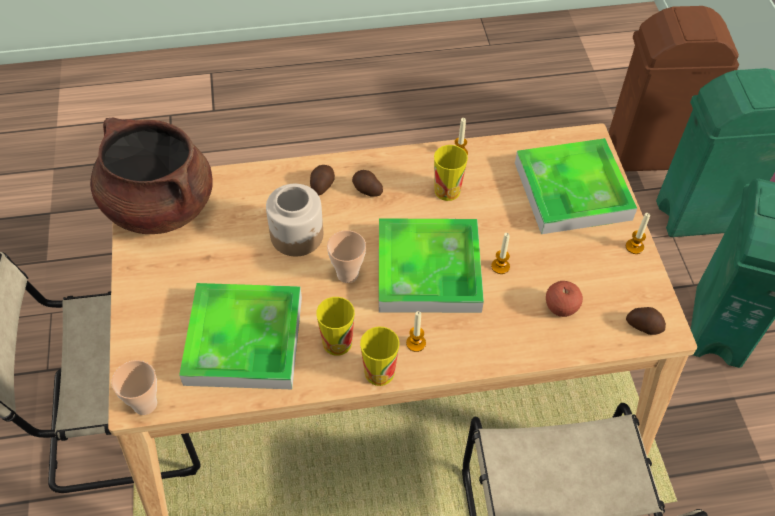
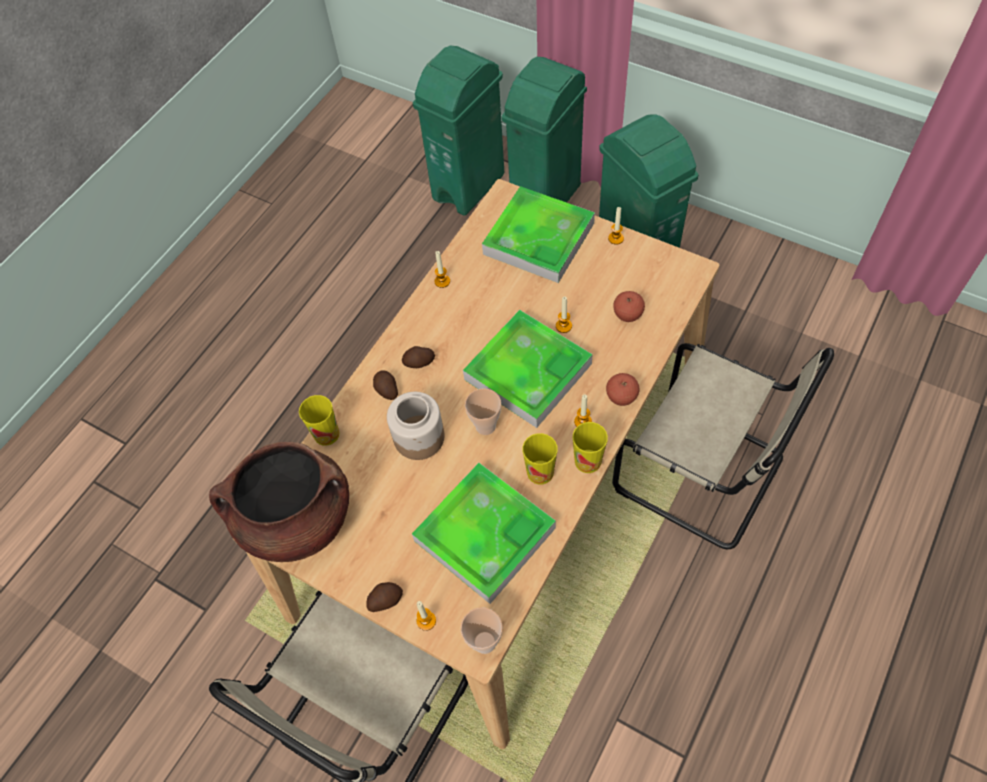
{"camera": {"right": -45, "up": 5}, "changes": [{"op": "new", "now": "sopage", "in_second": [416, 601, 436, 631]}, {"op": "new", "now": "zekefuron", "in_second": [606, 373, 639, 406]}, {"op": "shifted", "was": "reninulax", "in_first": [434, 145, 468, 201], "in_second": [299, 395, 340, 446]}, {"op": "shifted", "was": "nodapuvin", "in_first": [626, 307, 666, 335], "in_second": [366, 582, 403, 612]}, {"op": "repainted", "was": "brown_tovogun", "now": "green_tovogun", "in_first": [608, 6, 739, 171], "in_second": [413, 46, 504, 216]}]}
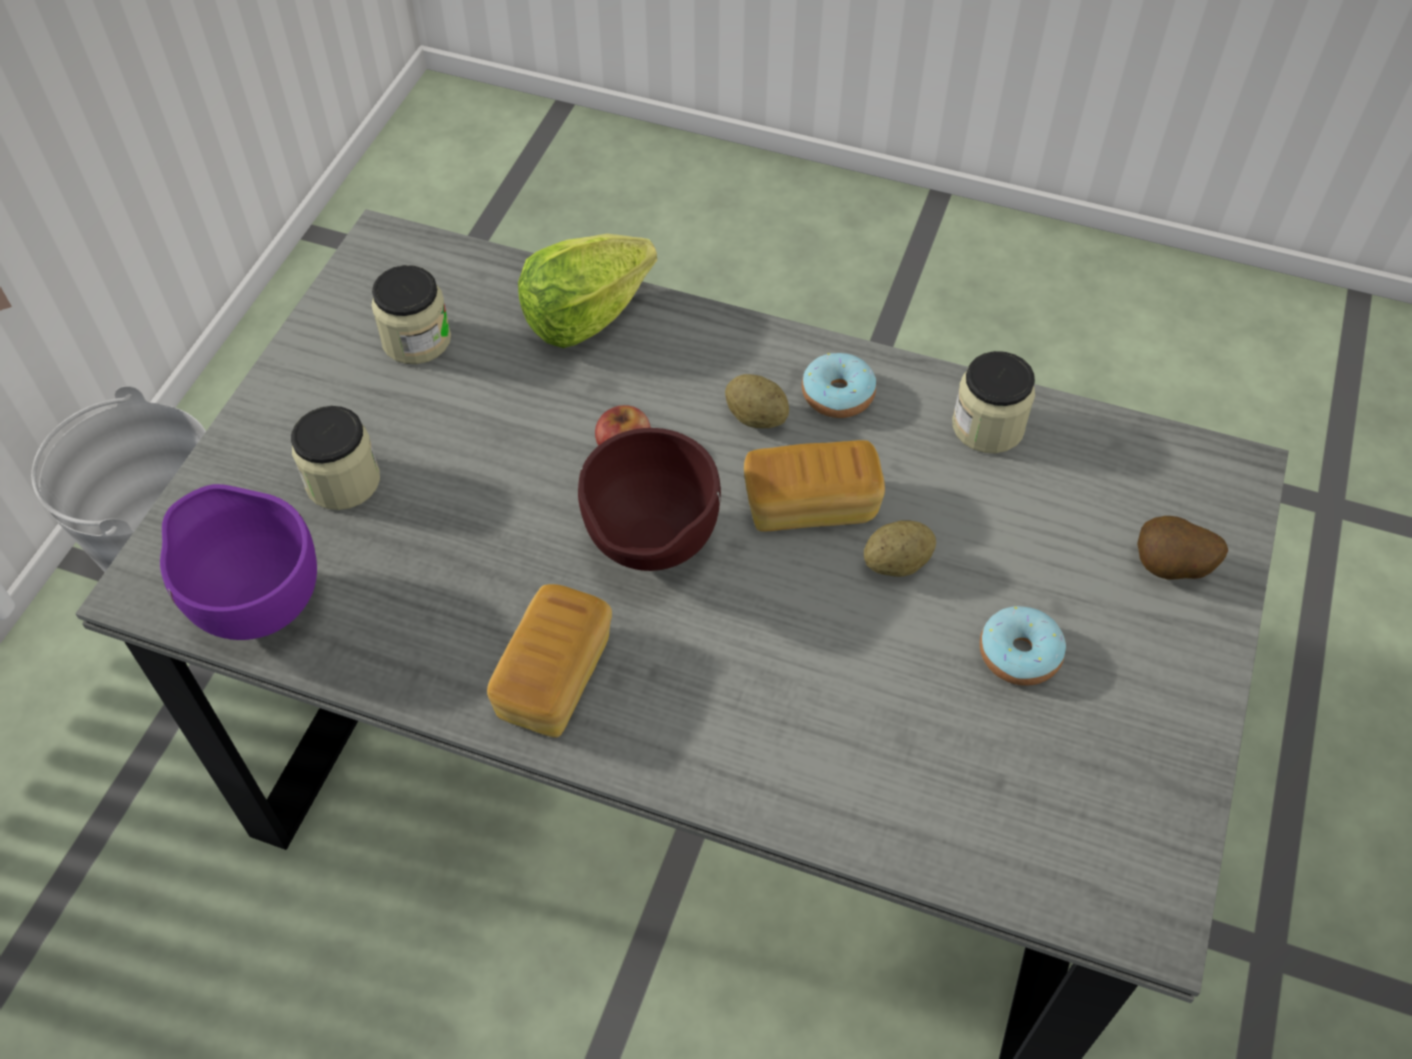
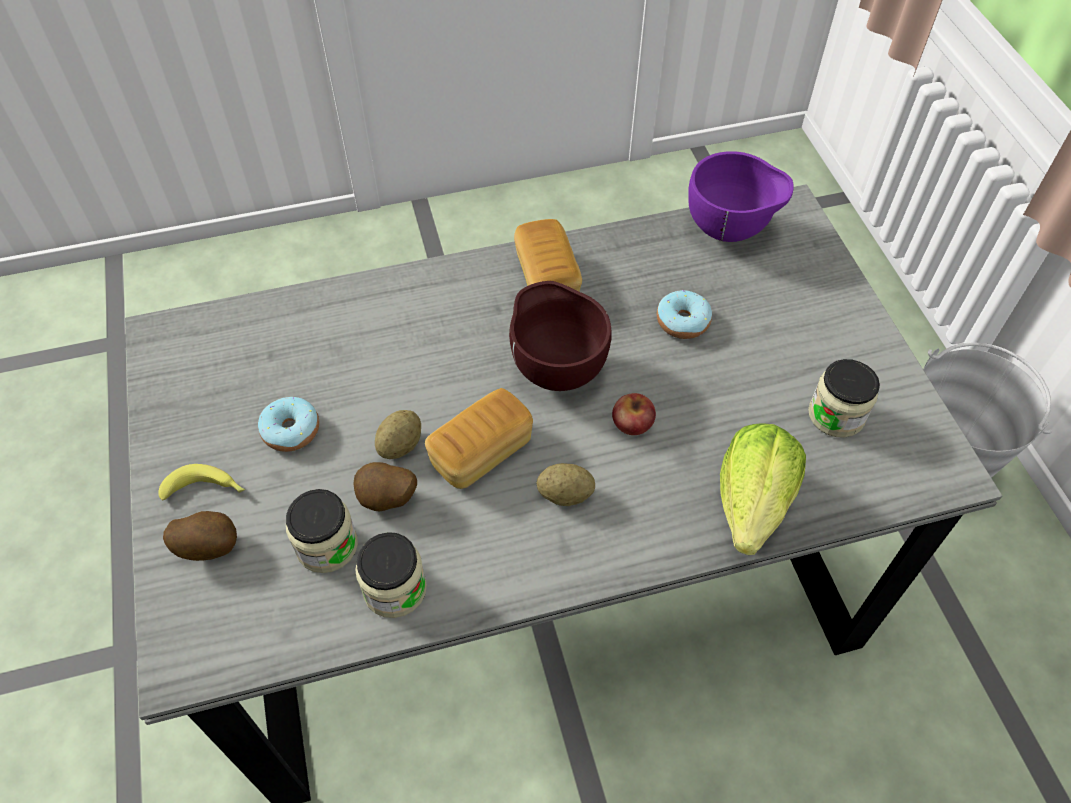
{"camera": {"right": 145, "up": 0}, "changes": [{"op": "new", "now": "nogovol", "in_second": [158, 464, 245, 500]}, {"op": "new", "now": "nodapuvin", "in_second": [353, 462, 417, 512]}, {"op": "shifted", "was": "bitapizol", "in_first": [291, 406, 380, 510], "in_second": [286, 489, 358, 573]}, {"op": "shifted", "was": "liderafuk", "in_first": [802, 353, 876, 418], "in_second": [657, 290, 712, 339]}]}
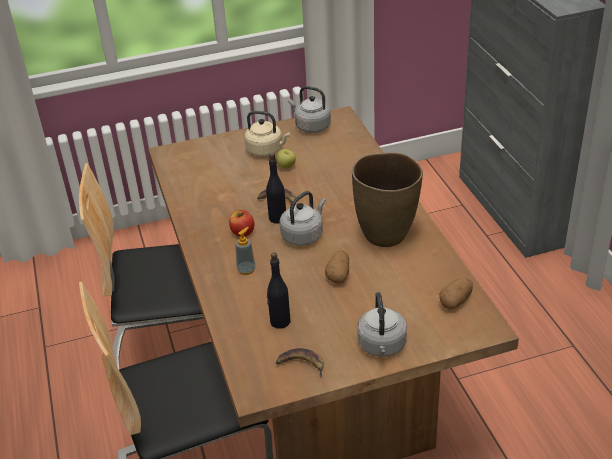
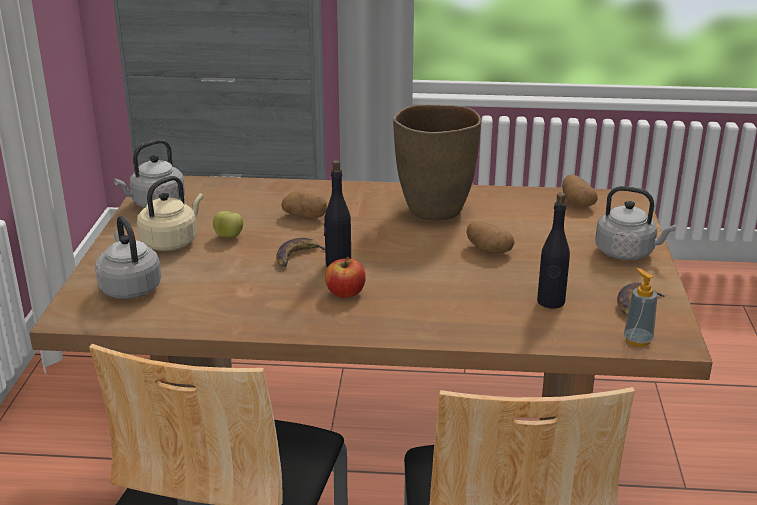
{"camera": {"right": -70, "up": -10}, "changes": [{"op": "new", "now": "nodapuvin", "in_second": [281, 191, 327, 219]}, {"op": "shifted", "was": "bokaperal", "in_first": [235, 227, 256, 275], "in_second": [624, 268, 658, 347]}, {"op": "shifted", "was": "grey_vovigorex", "in_first": [280, 191, 326, 246], "in_second": [95, 216, 161, 299]}]}
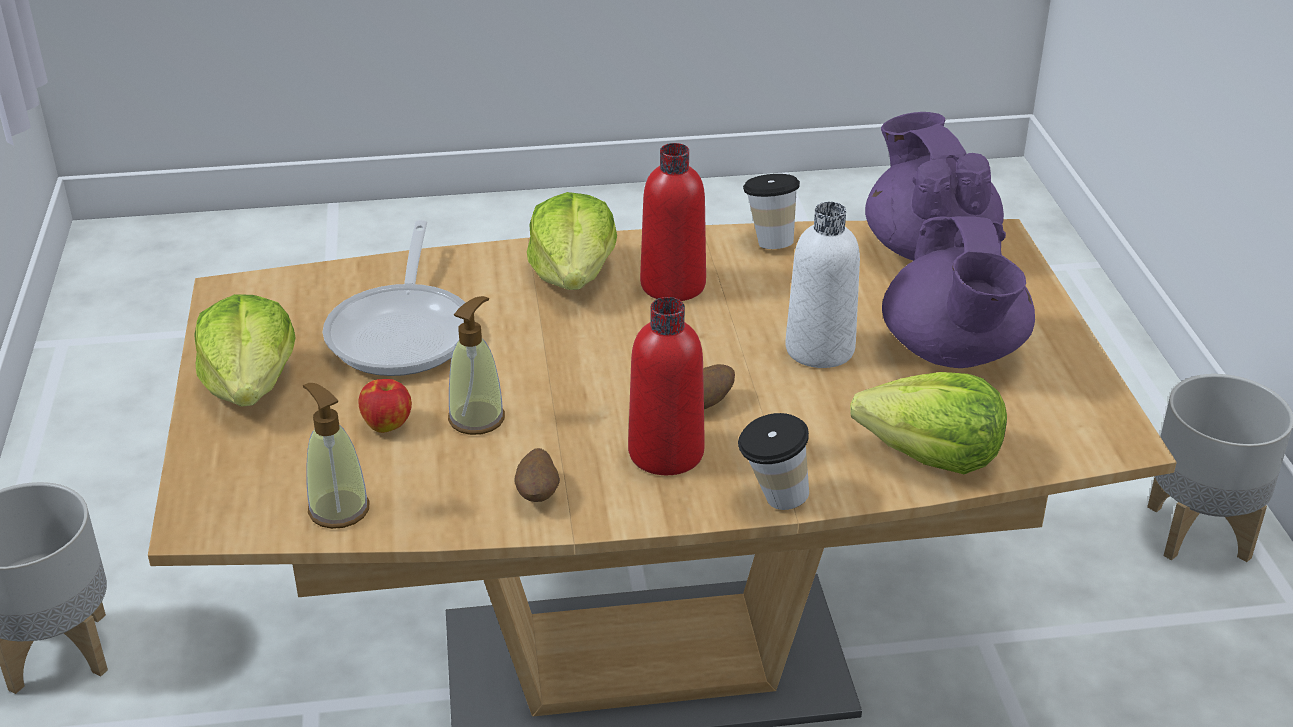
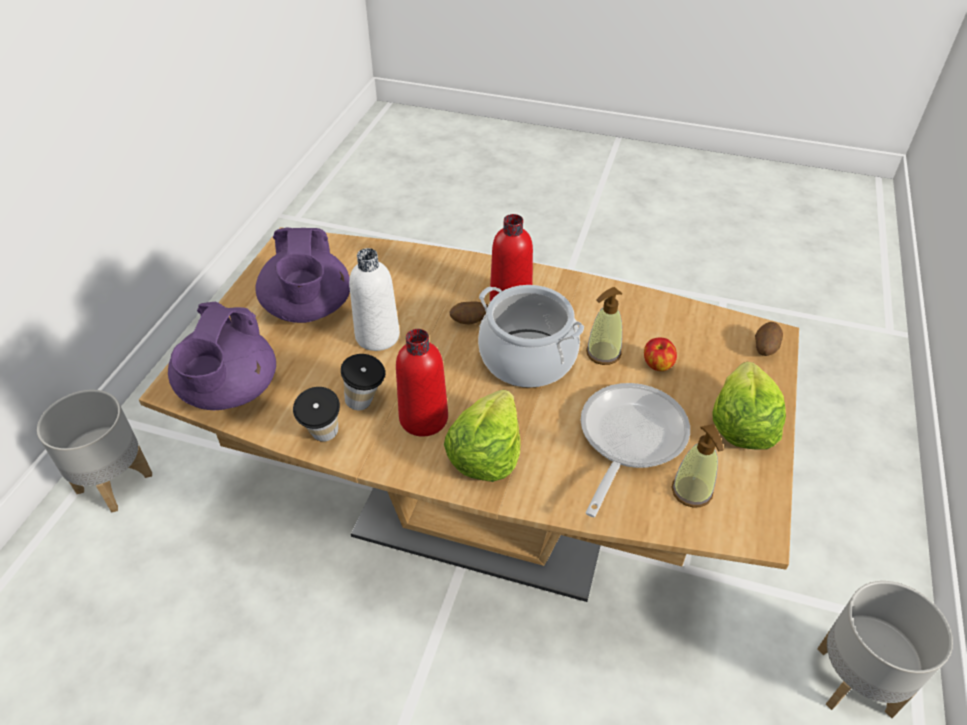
{"camera": {"right": -155, "up": 10}, "changes": [{"op": "gone", "was": "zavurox", "in_first": [850, 372, 1007, 474]}, {"op": "new", "now": "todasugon", "in_second": [478, 285, 584, 388]}, {"op": "shifted", "was": "bokaperal", "in_first": [303, 383, 370, 529], "in_second": [671, 424, 724, 508]}, {"op": "shifted", "was": "nodapuvin", "in_first": [514, 448, 560, 502], "in_second": [755, 322, 783, 356]}, {"op": "shifted", "was": "reninulax", "in_first": [738, 413, 809, 510], "in_second": [341, 354, 385, 410]}, {"op": "rotated", "was": "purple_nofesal", "in_first": [882, 216, 1035, 368], "in_second": [256, 228, 350, 323], "clockwise": 150}]}
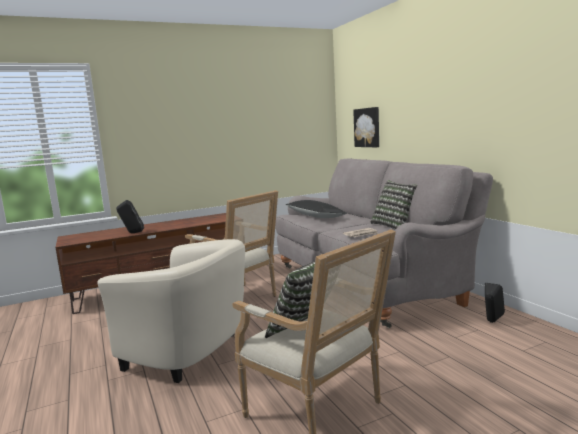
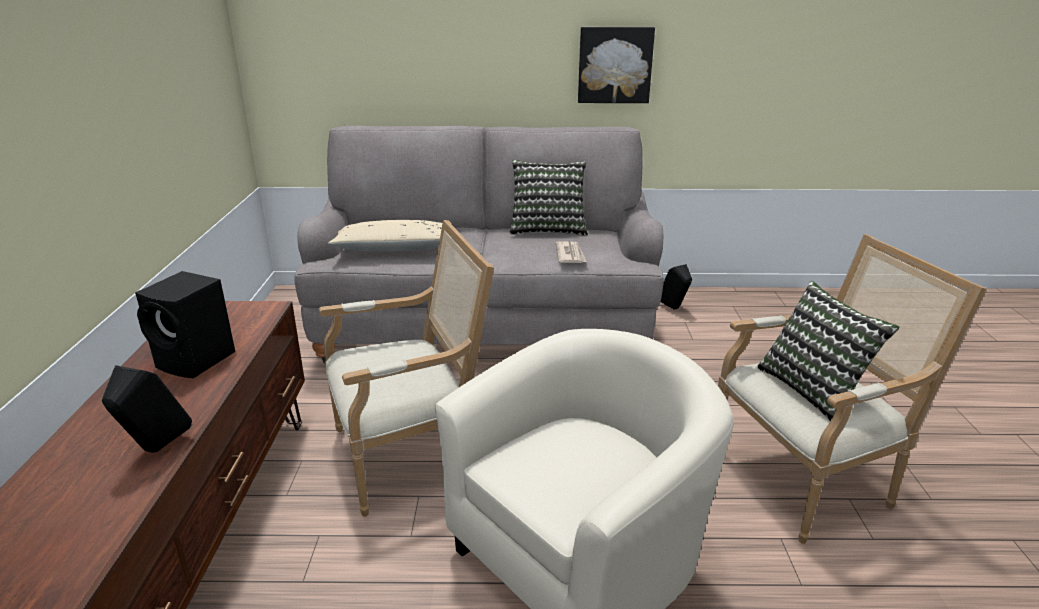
{"camera": {"right": -65, "up": 15}, "changes": [{"op": "new", "now": "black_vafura", "in_second": [135, 271, 235, 378]}, {"op": "shifted", "was": "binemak", "in_first": [353, 107, 379, 147], "in_second": [578, 27, 655, 103]}, {"op": "repainted", "was": "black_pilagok", "now": "beige_pilagok", "in_first": [285, 200, 347, 218], "in_second": [328, 220, 442, 252]}]}
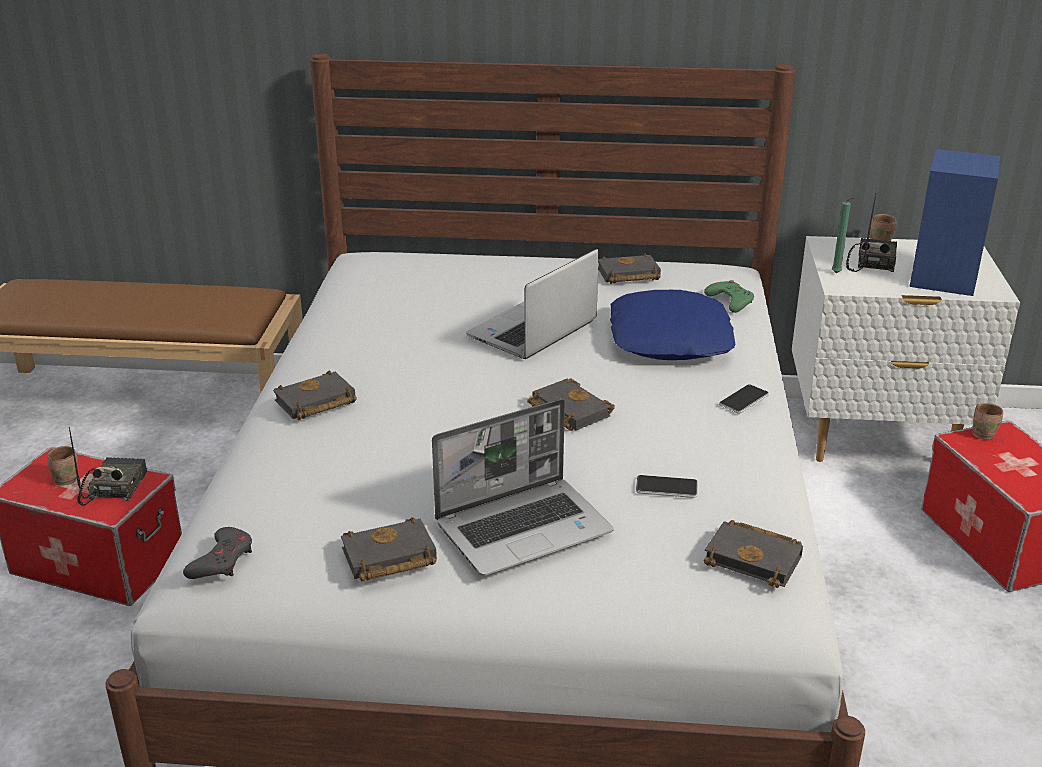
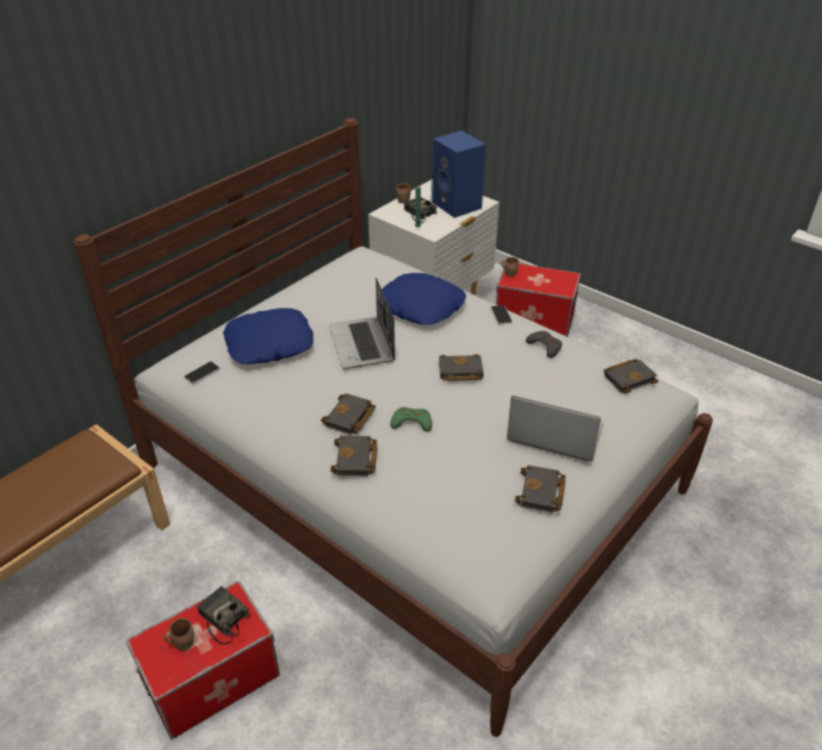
{"camera": {"right": -55, "up": 10}, "changes": [{"op": "new", "now": "blue_pilagok", "in_second": [223, 308, 313, 364]}, {"op": "shifted", "was": "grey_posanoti", "in_first": [183, 527, 252, 579], "in_second": [526, 331, 562, 358]}, {"op": "shifted", "was": "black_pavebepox", "in_first": [598, 253, 661, 284], "in_second": [321, 393, 376, 435]}, {"op": "shifted", "was": "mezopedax", "in_first": [636, 475, 698, 498], "in_second": [184, 362, 220, 384]}, {"op": "shifted", "was": "green_posanoti", "in_first": [704, 280, 754, 313], "in_second": [390, 407, 432, 432]}, {"op": "rotated", "was": "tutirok", "in_first": [432, 399, 614, 576], "in_second": [507, 396, 603, 461], "clockwise": -75}]}
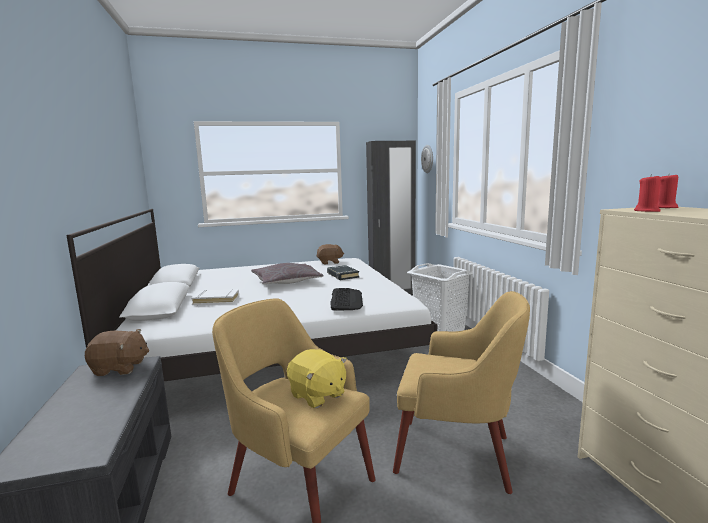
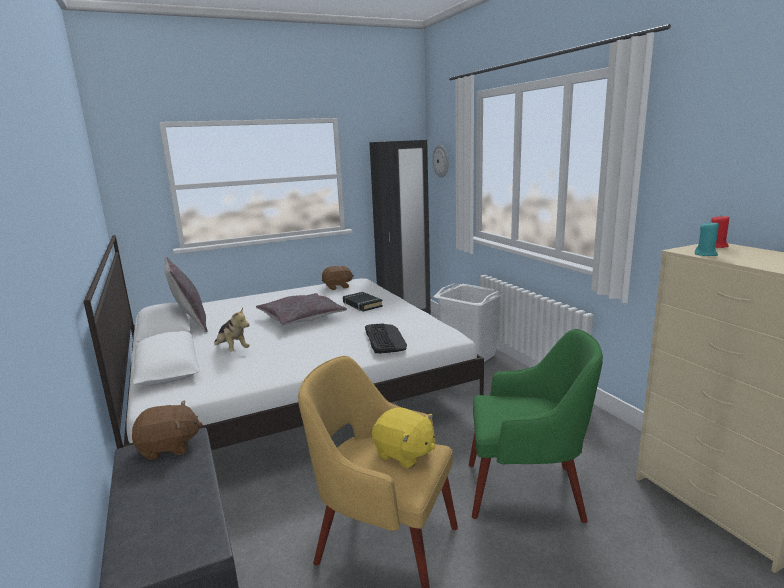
{"camera": {"right": -10, "up": 5}, "changes": [{"op": "new", "now": "grey_pilagok", "in_second": [165, 257, 208, 333]}, {"op": "swapped", "was": "white_pavebepox", "now": "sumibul", "in_first": [191, 289, 239, 305], "in_second": [214, 307, 250, 351]}, {"op": "repainted", "was": "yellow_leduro", "now": "green_leduro", "in_first": [393, 291, 530, 494], "in_second": [469, 329, 603, 523]}, {"op": "repainted", "was": "red_sopage", "now": "turquoise_sopage", "in_first": [634, 174, 661, 212], "in_second": [695, 221, 719, 256]}]}
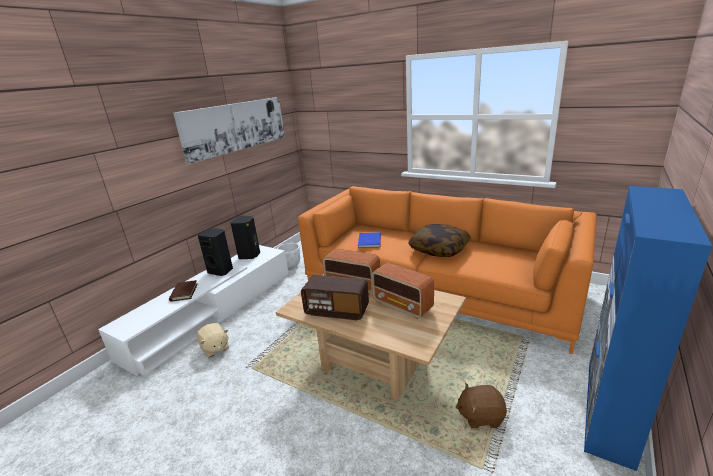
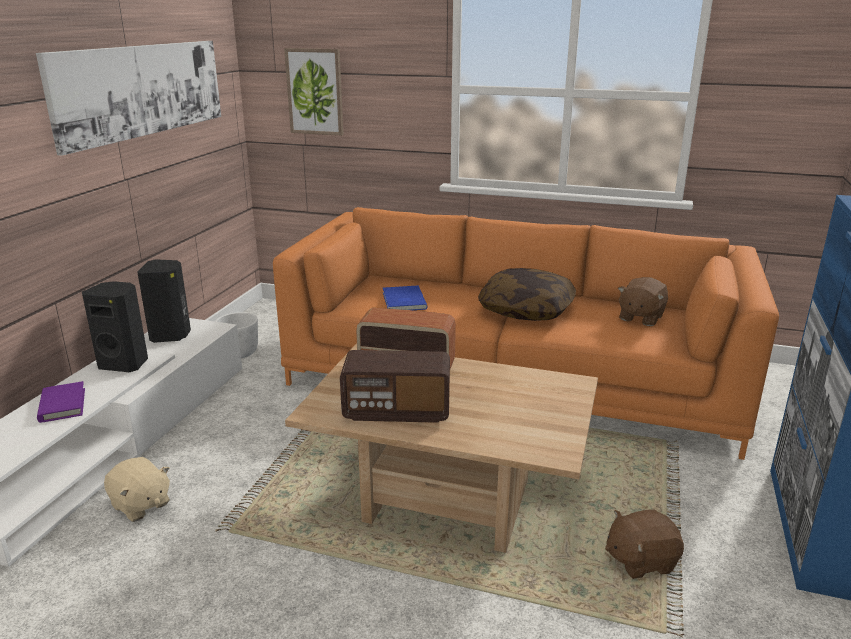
{"camera": {"right": -15, "up": 0}, "changes": [{"op": "gone", "was": "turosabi", "in_first": [371, 263, 434, 319]}, {"op": "new", "now": "binemak", "in_second": [284, 48, 343, 136]}, {"op": "new", "now": "brown_sumibul", "in_second": [618, 277, 668, 326]}, {"op": "repainted", "was": "brown_pavebepox", "now": "purple_pavebepox", "in_first": [169, 280, 198, 302], "in_second": [37, 381, 85, 423]}]}
